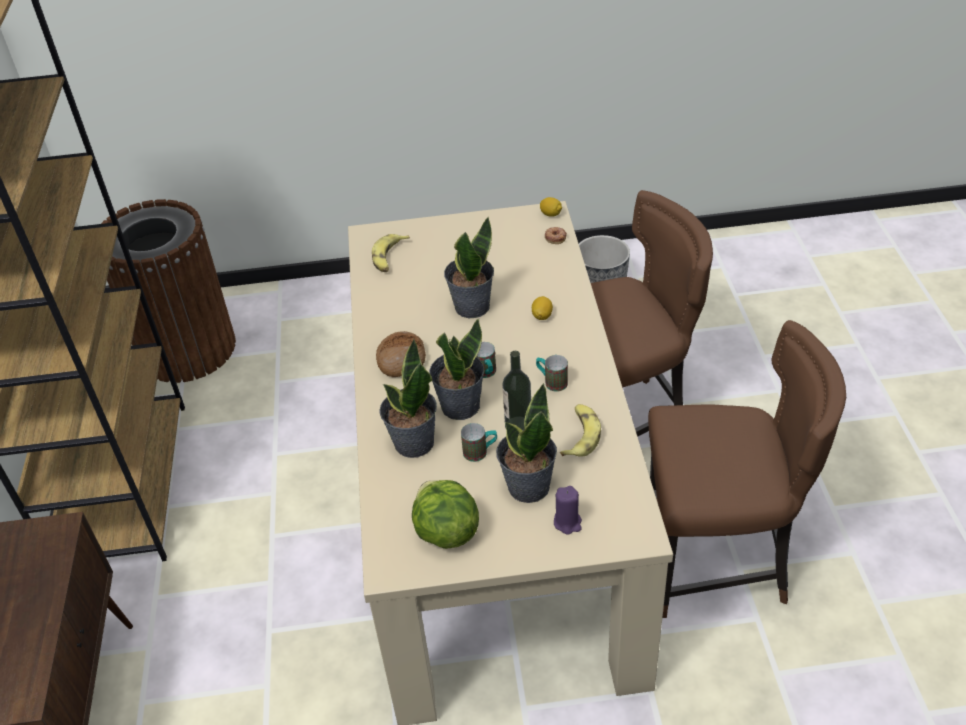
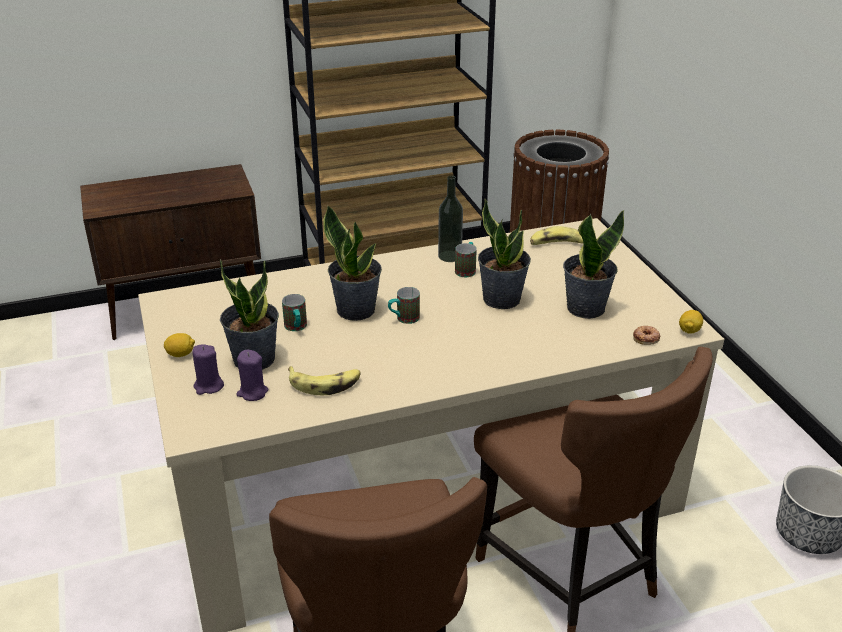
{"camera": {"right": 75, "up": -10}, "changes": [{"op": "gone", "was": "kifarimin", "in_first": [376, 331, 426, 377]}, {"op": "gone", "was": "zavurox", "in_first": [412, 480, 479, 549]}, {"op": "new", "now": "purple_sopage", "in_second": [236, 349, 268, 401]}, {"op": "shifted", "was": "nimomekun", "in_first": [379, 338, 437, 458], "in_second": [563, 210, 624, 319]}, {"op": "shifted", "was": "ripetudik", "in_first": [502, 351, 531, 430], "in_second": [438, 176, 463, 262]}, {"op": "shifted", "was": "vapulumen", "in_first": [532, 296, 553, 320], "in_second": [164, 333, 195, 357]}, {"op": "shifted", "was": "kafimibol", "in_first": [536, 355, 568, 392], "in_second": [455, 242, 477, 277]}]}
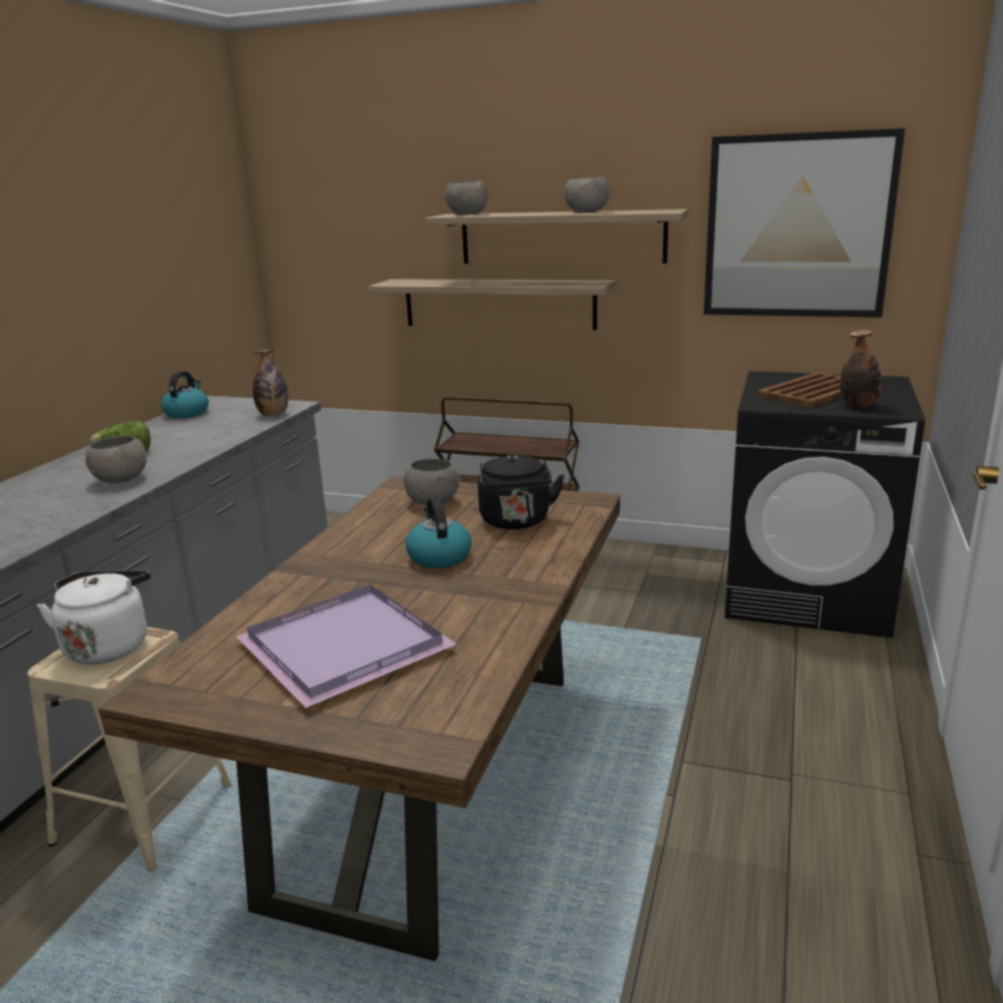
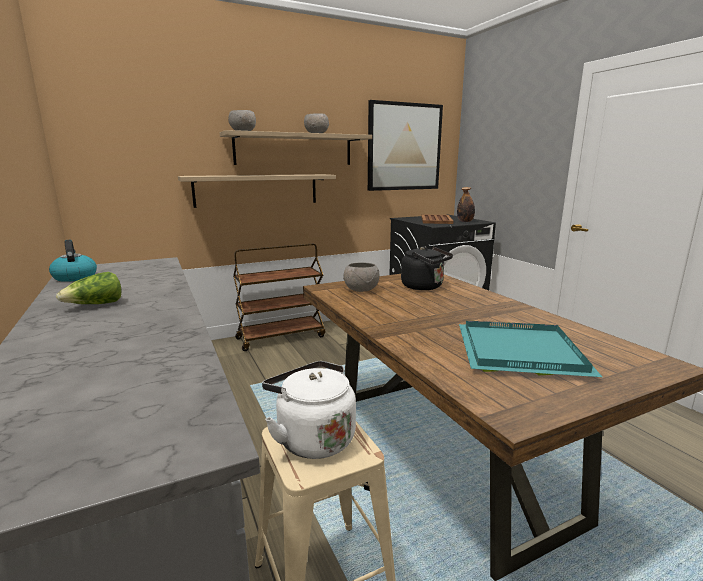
{"camera": {"right": -45, "up": -5}, "changes": [{"op": "gone", "was": "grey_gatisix", "in_first": [85, 436, 147, 484]}, {"op": "gone", "was": "ripetudik", "in_first": [253, 349, 288, 416]}, {"op": "gone", "was": "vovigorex", "in_first": [406, 497, 472, 568]}, {"op": "repainted", "was": "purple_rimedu", "now": "turquoise_rimedu", "in_first": [236, 584, 456, 708], "in_second": [459, 320, 602, 377]}]}
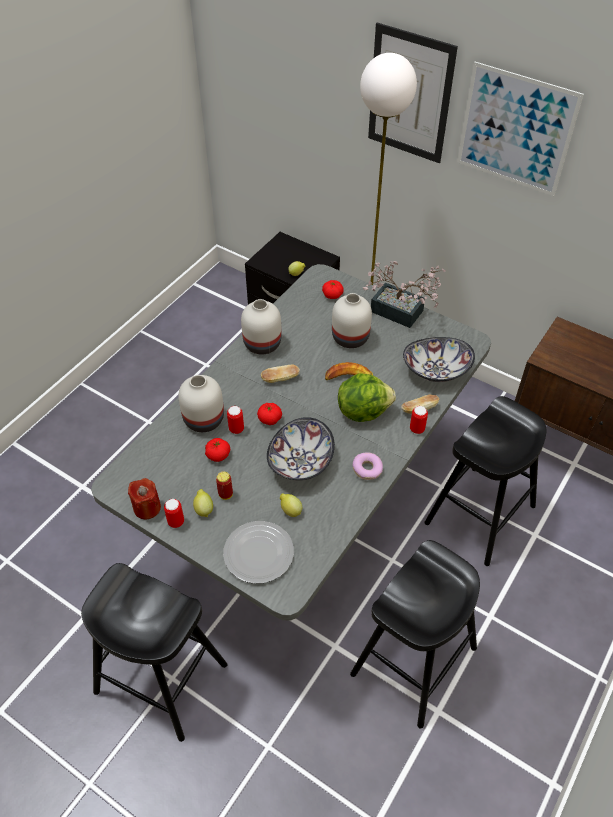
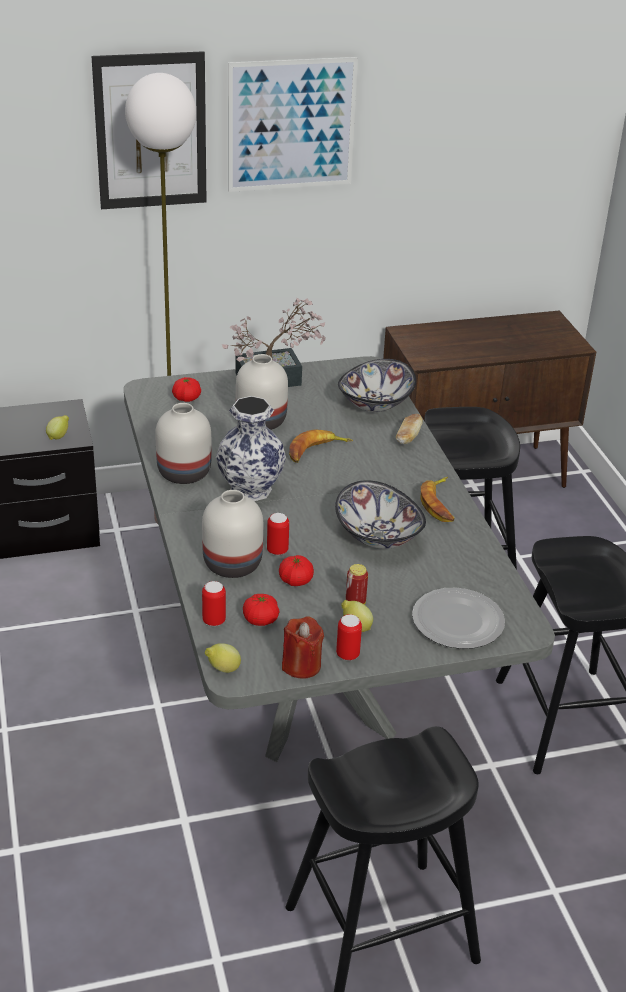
{"camera": {"right": -50, "up": -15}, "changes": [{"op": "gone", "was": "zavurox", "in_first": [338, 373, 396, 422]}, {"op": "shifted", "was": "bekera", "in_first": [257, 403, 282, 425], "in_second": [243, 594, 279, 626]}, {"op": "shifted", "was": "vapulumen", "in_first": [280, 493, 302, 517], "in_second": [205, 643, 241, 673]}, {"op": "shifted", "was": "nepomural", "in_first": [410, 406, 428, 434], "in_second": [202, 581, 226, 626]}, {"op": "swapped", "was": "kifarimin", "now": "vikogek", "in_first": [261, 364, 300, 383], "in_second": [216, 396, 286, 501]}, {"op": "swapped", "was": "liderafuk", "now": "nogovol", "in_first": [353, 452, 383, 480], "in_second": [421, 477, 454, 522]}]}
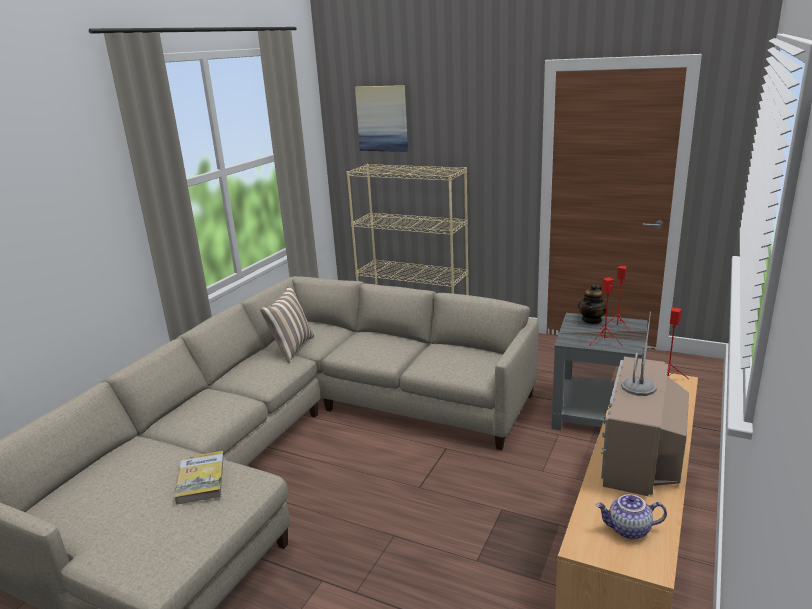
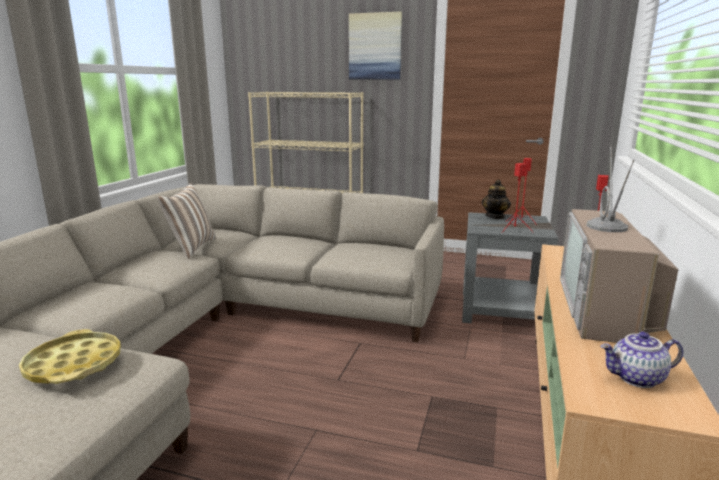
{"camera": {"right": -10, "up": -5}, "changes": [{"op": "shifted", "was": "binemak", "in_first": [355, 85, 408, 152], "in_second": [349, 12, 402, 80]}, {"op": "swapped", "was": "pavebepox", "now": "yellow_rimedu", "in_first": [174, 451, 224, 505], "in_second": [19, 329, 121, 384]}]}
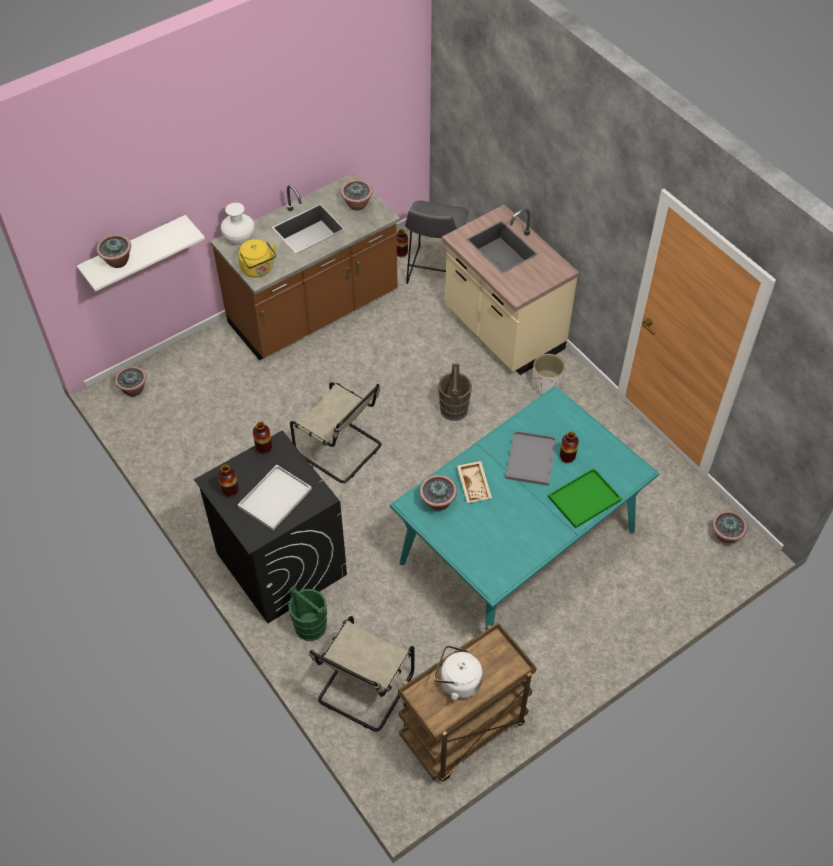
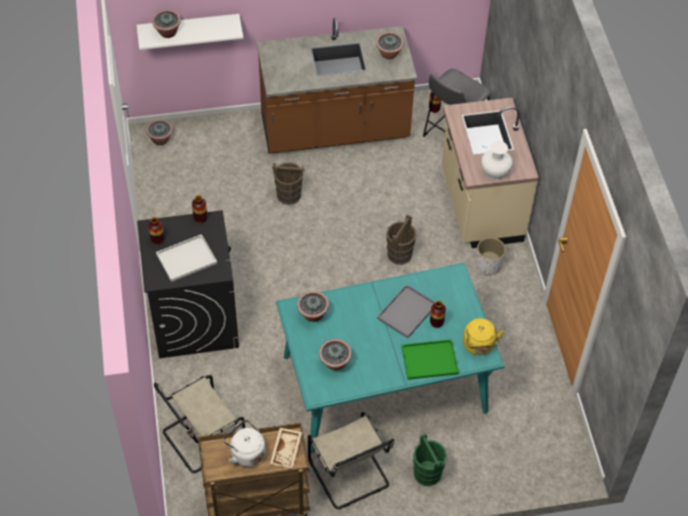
{"camera": {"right": 25, "up": 0}, "changes": [{"op": "new", "now": "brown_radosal", "in_second": [272, 162, 305, 205]}, {"op": "shifted", "was": "white_vikogek", "in_first": [221, 203, 255, 247], "in_second": [481, 141, 513, 180]}, {"op": "shifted", "was": "yellow_vovigorex", "in_first": [238, 239, 276, 278], "in_second": [463, 318, 504, 355]}, {"op": "shifted", "was": "green_radosal", "in_first": [288, 584, 327, 641], "in_second": [413, 433, 447, 486]}, {"op": "shifted", "was": "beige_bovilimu", "in_first": [290, 382, 381, 483], "in_second": [308, 412, 395, 509]}, {"op": "shifted", "was": "beige_rimedu", "in_first": [457, 461, 492, 503], "in_second": [270, 428, 302, 469]}, {"op": "shifted", "was": "nimomekun", "in_first": [712, 510, 747, 543], "in_second": [319, 339, 352, 370]}]}
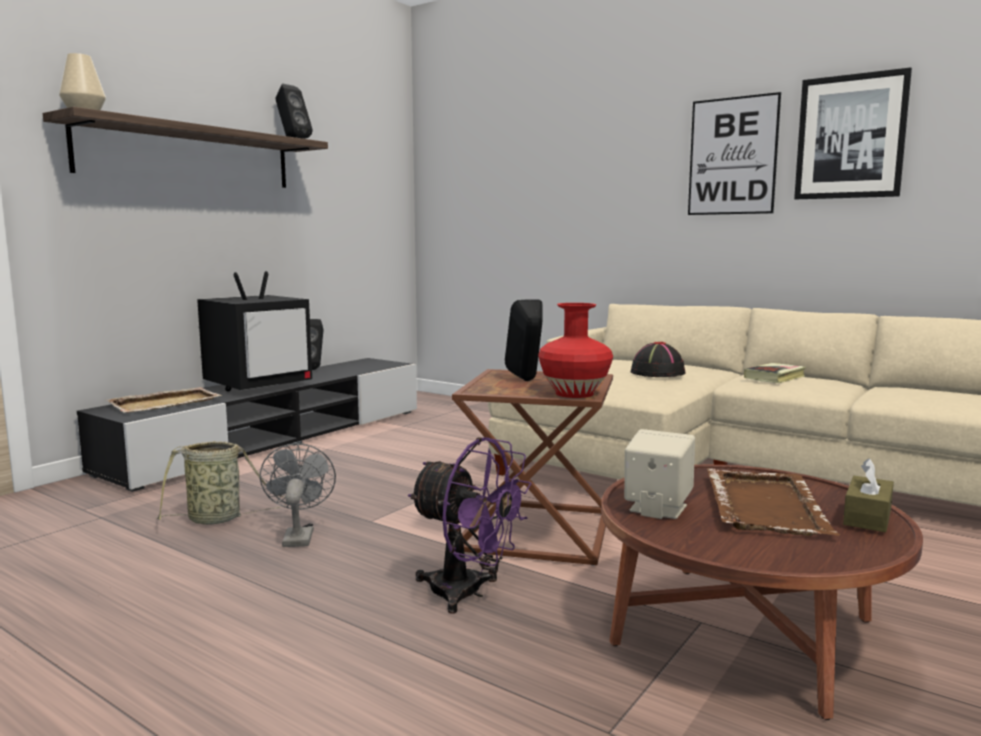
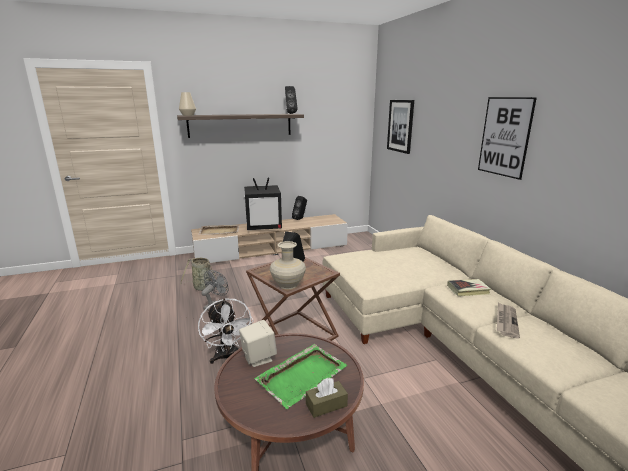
{"camera": {"right": 35, "up": 10}, "changes": [{"op": "gone", "was": "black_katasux", "in_first": [630, 342, 685, 377]}, {"op": "new", "now": "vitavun", "in_second": [497, 302, 520, 339]}, {"op": "shifted", "was": "binemak", "in_first": [794, 67, 912, 199], "in_second": [387, 100, 414, 154]}, {"op": "repainted", "was": "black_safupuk", "now": "beige_safupuk", "in_first": [77, 358, 417, 492], "in_second": [191, 214, 348, 263]}, {"op": "repainted", "was": "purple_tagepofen", "now": "white_tagepofen", "in_first": [408, 437, 531, 614], "in_second": [198, 298, 254, 364]}, {"op": "repainted", "was": "red_vikogek", "now": "beige_vikogek", "in_first": [538, 303, 613, 398], "in_second": [270, 241, 306, 289]}, {"op": "repainted", "was": "brown_rimedu", "now": "green_rimedu", "in_first": [707, 468, 840, 536], "in_second": [255, 344, 347, 409]}]}
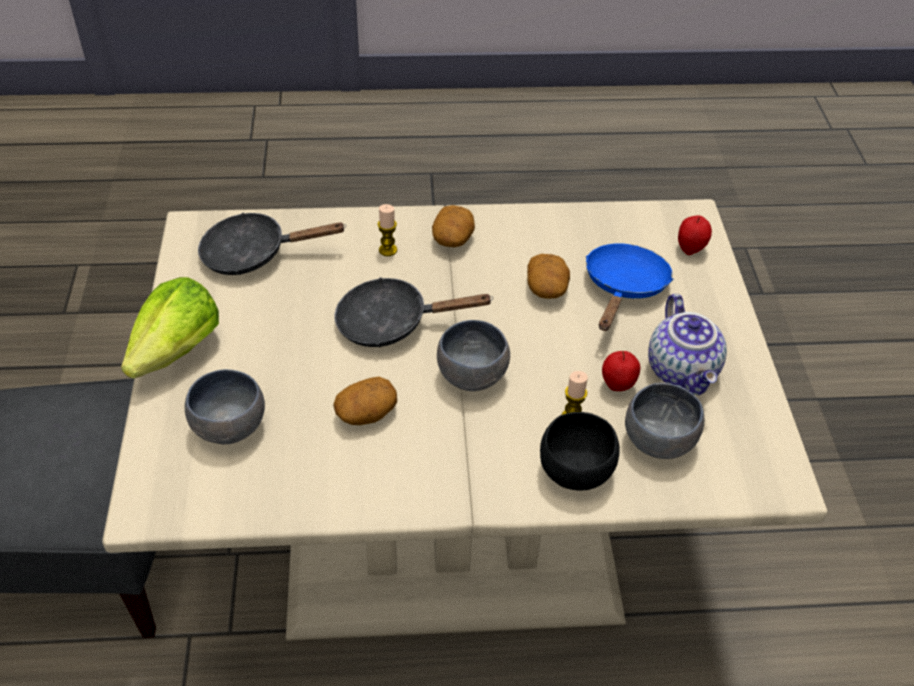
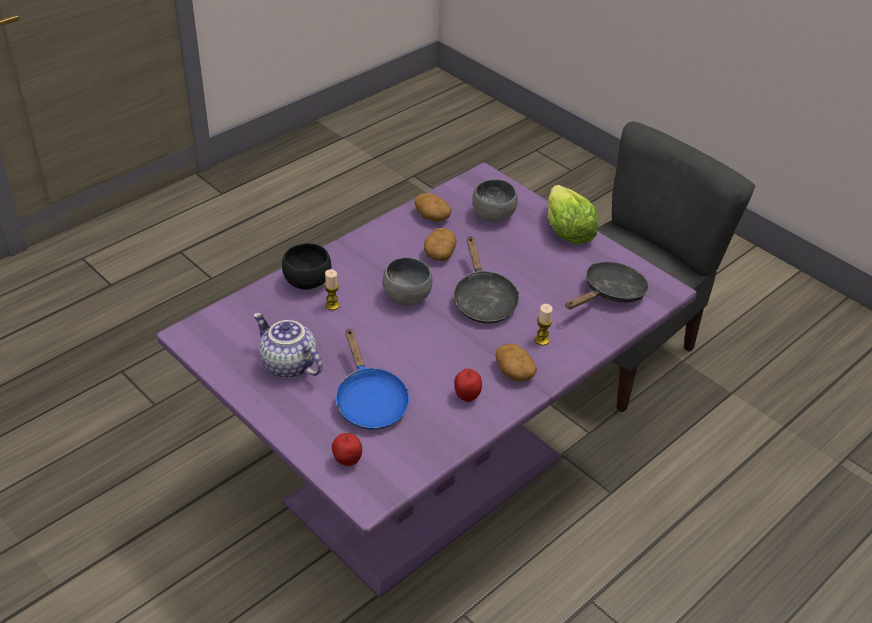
{"camera": {"right": 140, "up": -5}, "changes": [{"op": "gone", "was": "grey_gatisix", "in_first": [625, 383, 704, 459]}, {"op": "shifted", "was": "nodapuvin", "in_first": [527, 254, 570, 299], "in_second": [415, 193, 452, 222]}, {"op": "shifted", "was": "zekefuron", "in_first": [602, 351, 640, 391], "in_second": [454, 369, 482, 402]}, {"op": "repainted", "was": "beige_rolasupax", "now": "purple_rolasupax", "in_first": [102, 199, 827, 641], "in_second": [157, 163, 697, 598]}, {"op": "rotated", "was": "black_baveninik", "in_first": [334, 277, 493, 347], "in_second": [453, 236, 520, 324], "clockwise": 120}]}
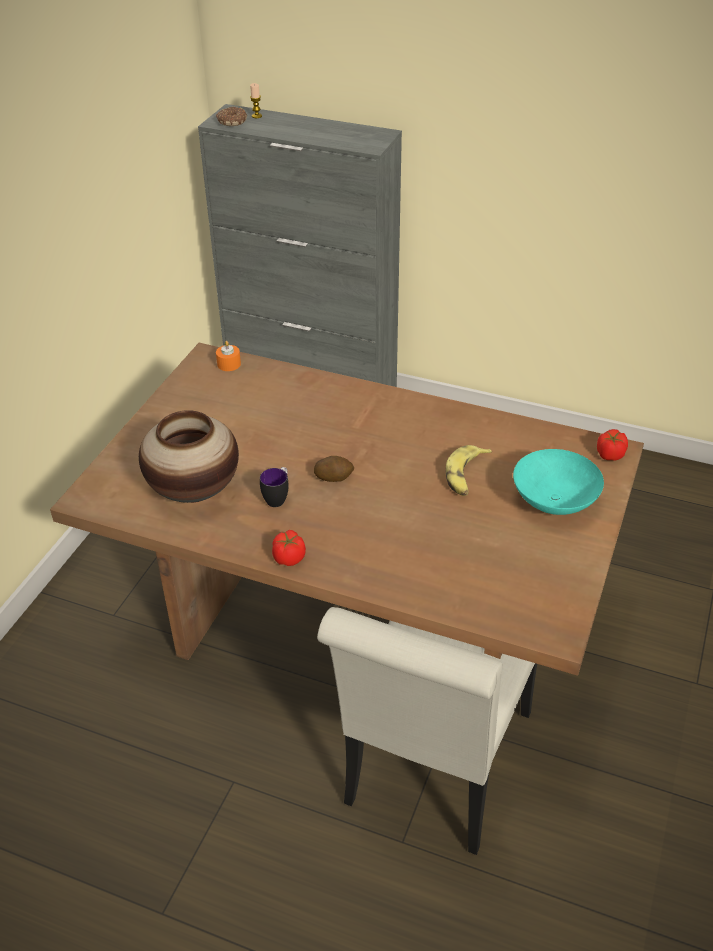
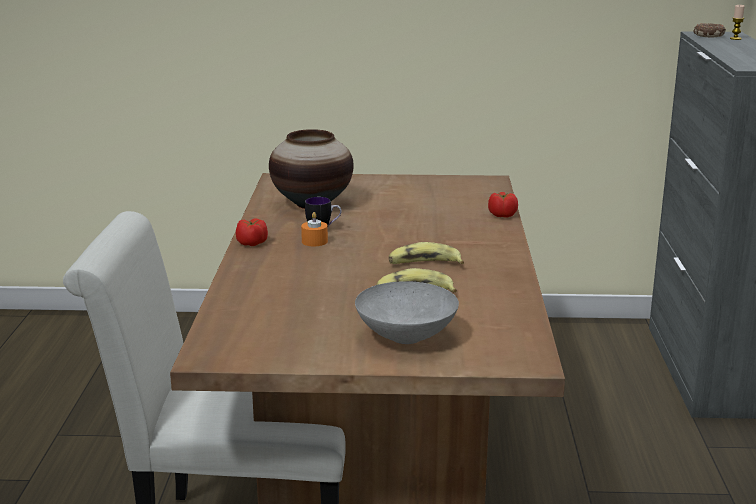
{"camera": {"right": 70, "up": -20}, "changes": [{"op": "gone", "was": "nodapuvin", "in_first": [314, 456, 354, 482]}, {"op": "new", "now": "nogovol", "in_second": [389, 242, 464, 264]}, {"op": "shifted", "was": "orange_sopage", "in_first": [216, 341, 241, 371], "in_second": [301, 212, 328, 246]}, {"op": "shifted", "was": "bekera", "in_first": [597, 429, 628, 461], "in_second": [488, 192, 518, 218]}, {"op": "repainted", "was": "turquoise_gatisix", "now": "grey_gatisix", "in_first": [513, 449, 604, 515], "in_second": [355, 281, 459, 344]}]}
